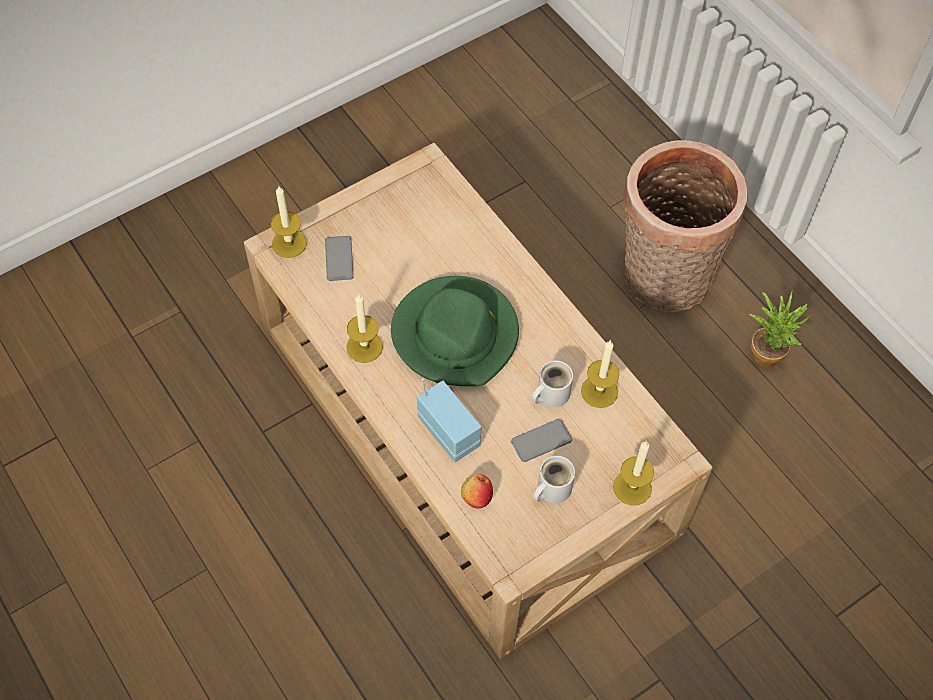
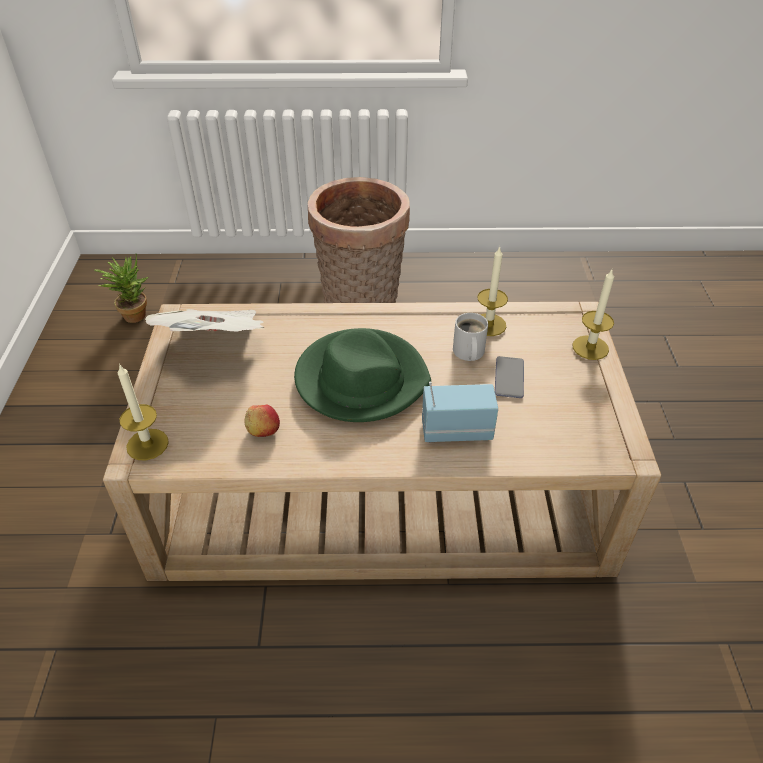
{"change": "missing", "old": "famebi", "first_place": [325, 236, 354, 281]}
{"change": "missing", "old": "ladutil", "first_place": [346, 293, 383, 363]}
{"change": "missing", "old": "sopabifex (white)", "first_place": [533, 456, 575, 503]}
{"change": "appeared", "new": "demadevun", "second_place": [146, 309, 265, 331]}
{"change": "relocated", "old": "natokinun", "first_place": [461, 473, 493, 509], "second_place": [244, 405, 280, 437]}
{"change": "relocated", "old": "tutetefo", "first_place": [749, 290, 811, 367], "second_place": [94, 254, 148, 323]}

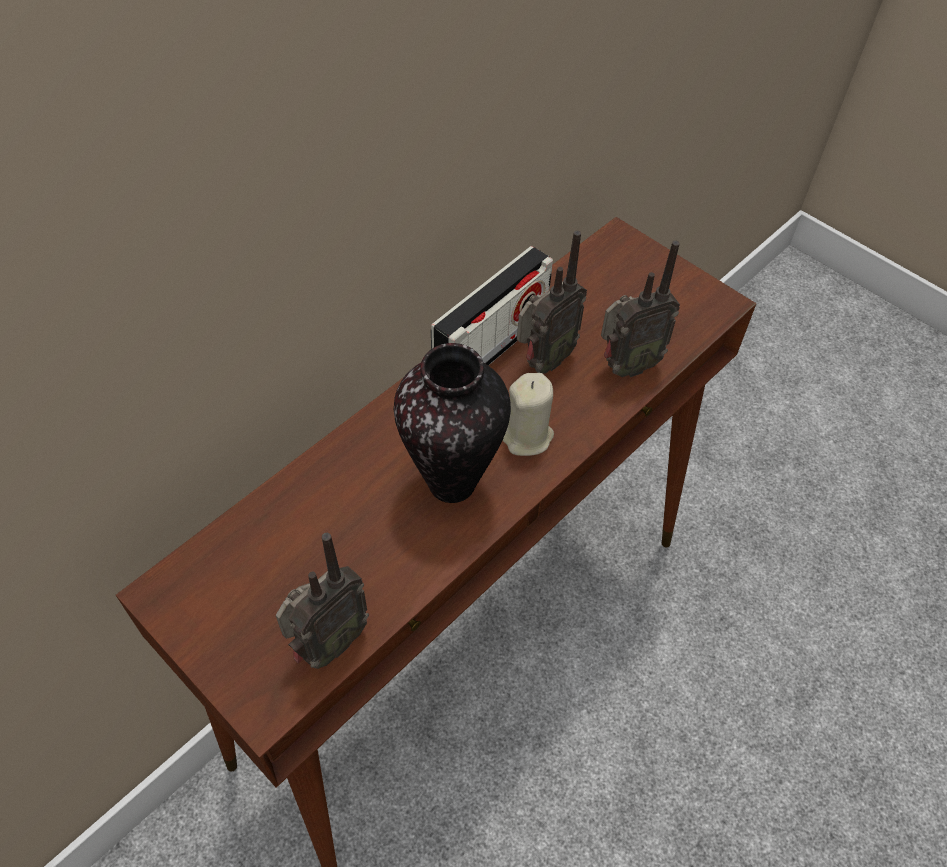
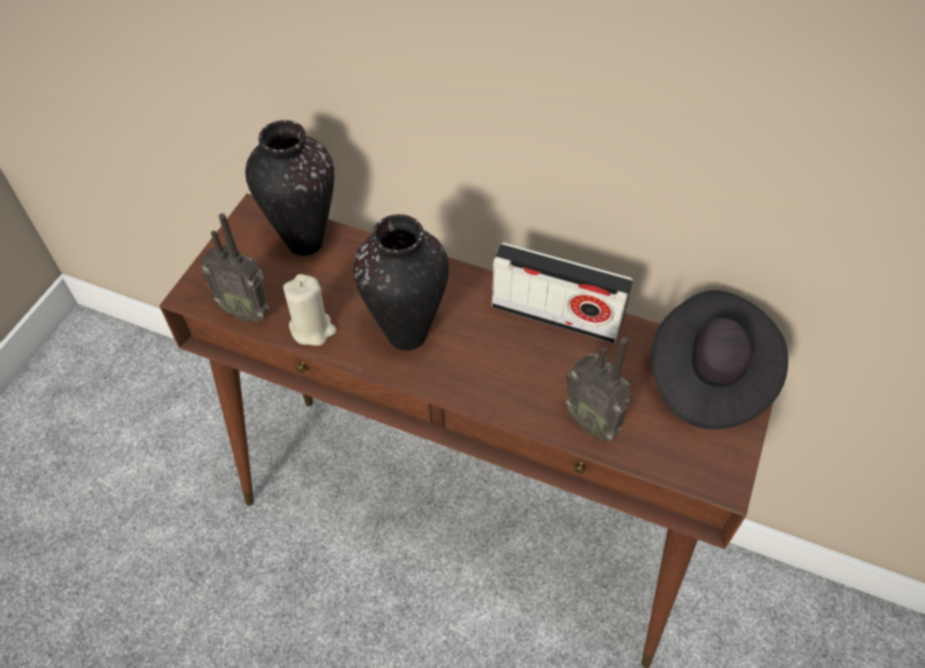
{"change": "missing", "old": "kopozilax", "first_place": [517, 231, 587, 374]}
{"change": "appeared", "new": "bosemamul", "second_place": [245, 120, 334, 256]}
{"change": "appeared", "new": "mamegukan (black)", "second_place": [651, 290, 788, 429]}
{"change": "relocated", "old": "ladutil (beige)", "first_place": [502, 373, 554, 456], "second_place": [283, 274, 336, 346]}

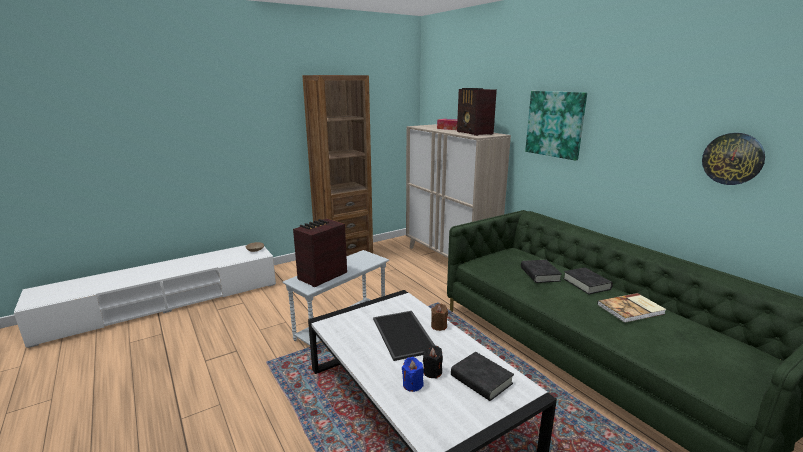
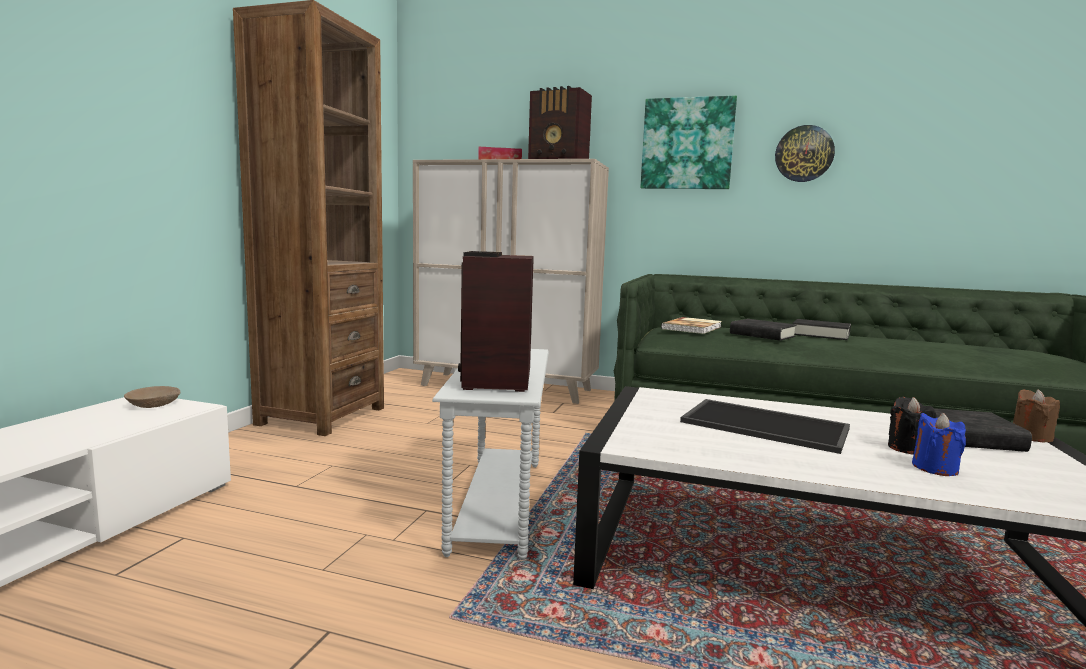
{"change": "relocated", "old": "ladutil (brown)", "first_place": [431, 304, 448, 331], "second_place": [1013, 389, 1060, 442]}
{"change": "relocated", "old": "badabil", "first_place": [597, 293, 666, 323], "second_place": [661, 317, 722, 334]}
{"change": "relocated", "old": "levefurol", "first_place": [702, 133, 765, 185], "second_place": [775, 125, 835, 182]}

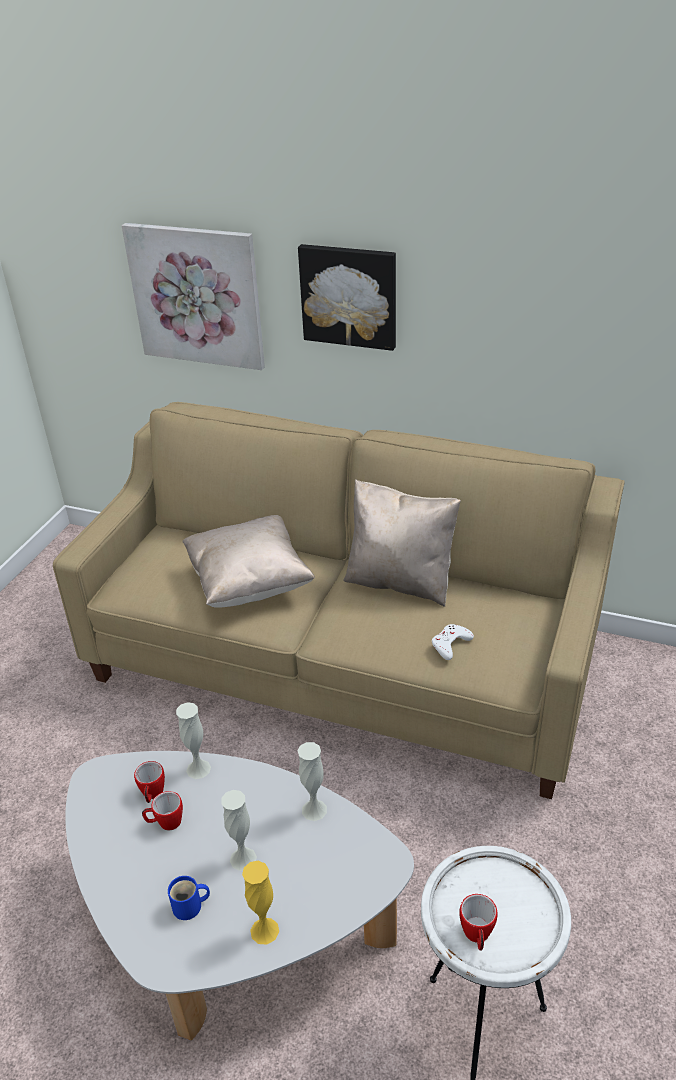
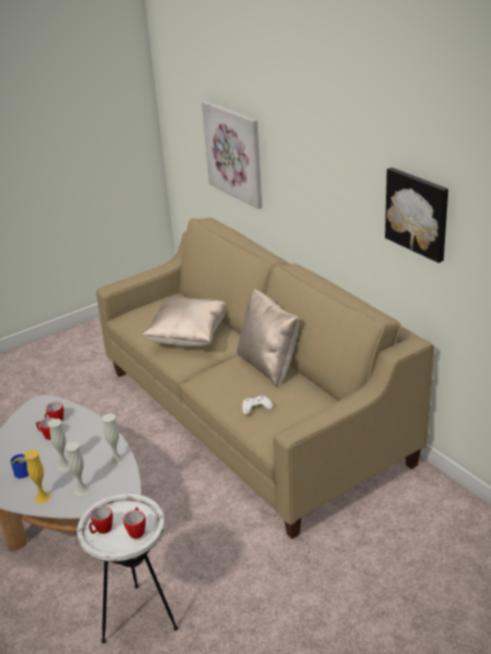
{"change": "appeared", "new": "sopabifex", "second_place": [123, 507, 146, 539]}
{"change": "relocated", "old": "bosemamul (white)", "first_place": [176, 702, 211, 779], "second_place": [65, 442, 90, 496]}
{"change": "relocated", "old": "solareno", "first_place": [298, 244, 396, 351], "second_place": [385, 167, 448, 263]}

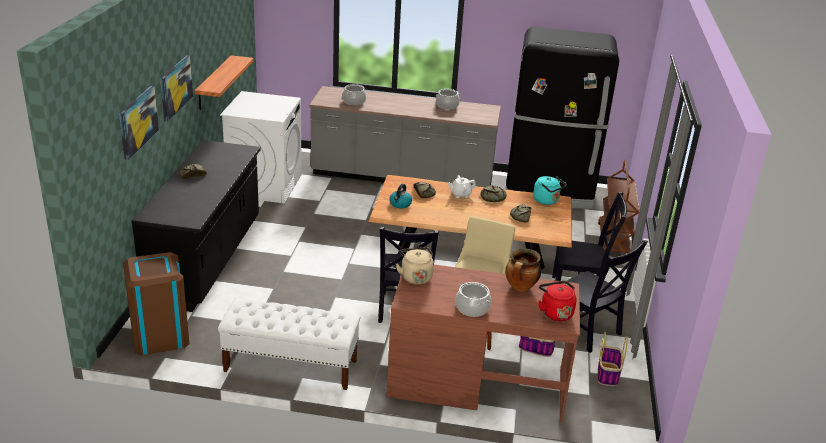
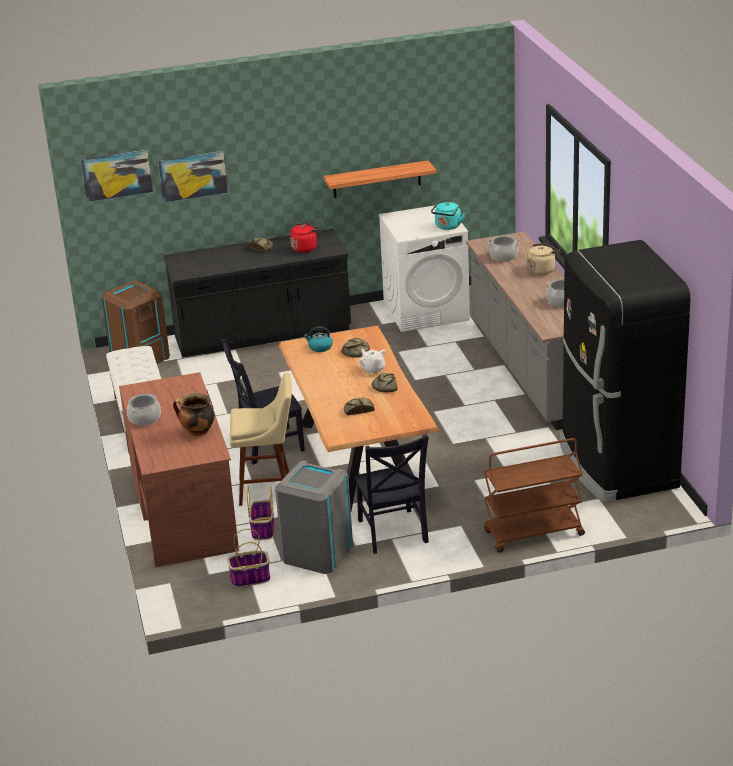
{"change": "relocated", "old": "solareno", "first_place": [160, 55, 193, 122], "second_place": [80, 150, 153, 202]}
{"change": "relocated", "old": "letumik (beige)", "first_place": [396, 247, 434, 285], "second_place": [527, 243, 561, 275]}
{"change": "relocated", "old": "letumik (turquoise)", "first_place": [533, 176, 567, 205], "second_place": [431, 202, 465, 230]}
{"change": "relocated", "old": "letumik (red)", "first_place": [539, 281, 577, 321], "second_place": [290, 223, 321, 253]}
{"change": "exchanged", "old": "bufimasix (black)", "new": "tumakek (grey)", "first_place": [567, 240, 648, 353], "second_place": [275, 461, 353, 574]}

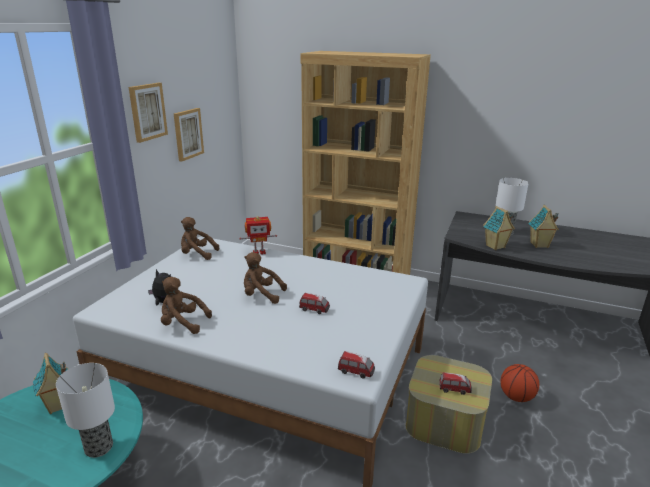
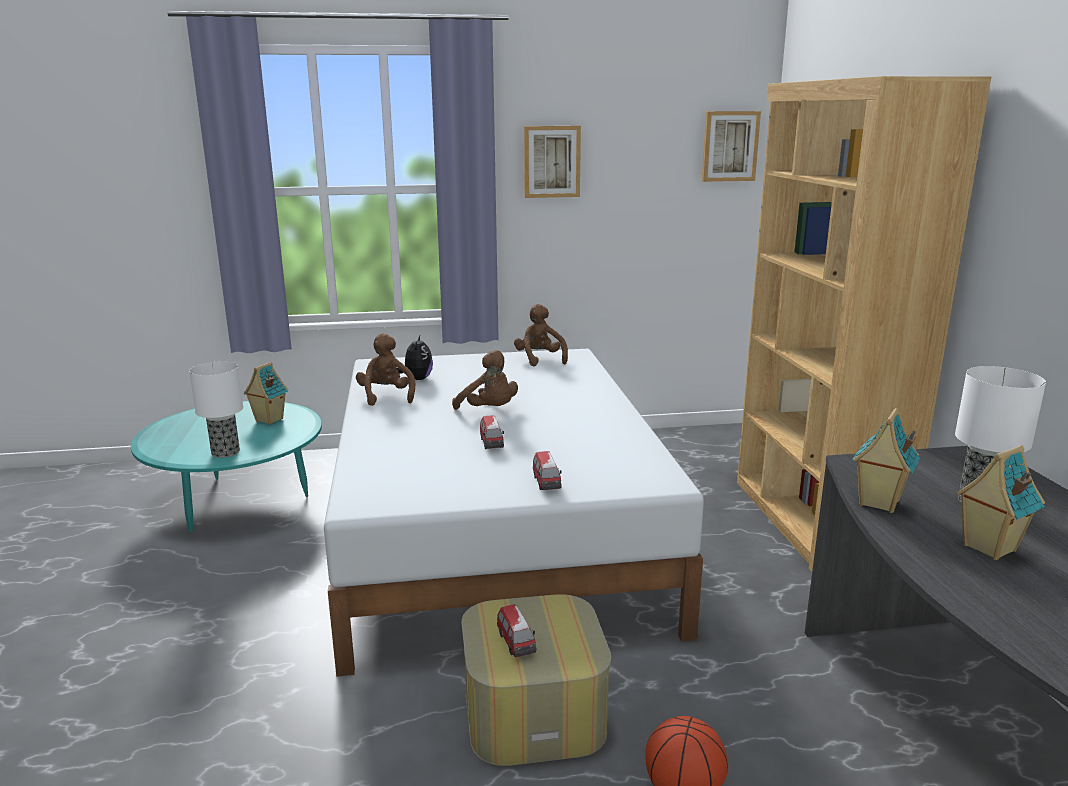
{"change": "missing", "old": "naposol", "first_place": [239, 216, 277, 254]}
{"change": "relocated", "old": "solareno", "first_place": [174, 108, 204, 162], "second_place": [702, 111, 761, 182]}
{"change": "relocated", "old": "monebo", "first_place": [338, 351, 375, 379], "second_place": [533, 451, 562, 490]}
{"change": "spun", "old": "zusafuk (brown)", "first_place": [244, 252, 287, 304], "second_place": [452, 350, 518, 410], "degrees": 150}

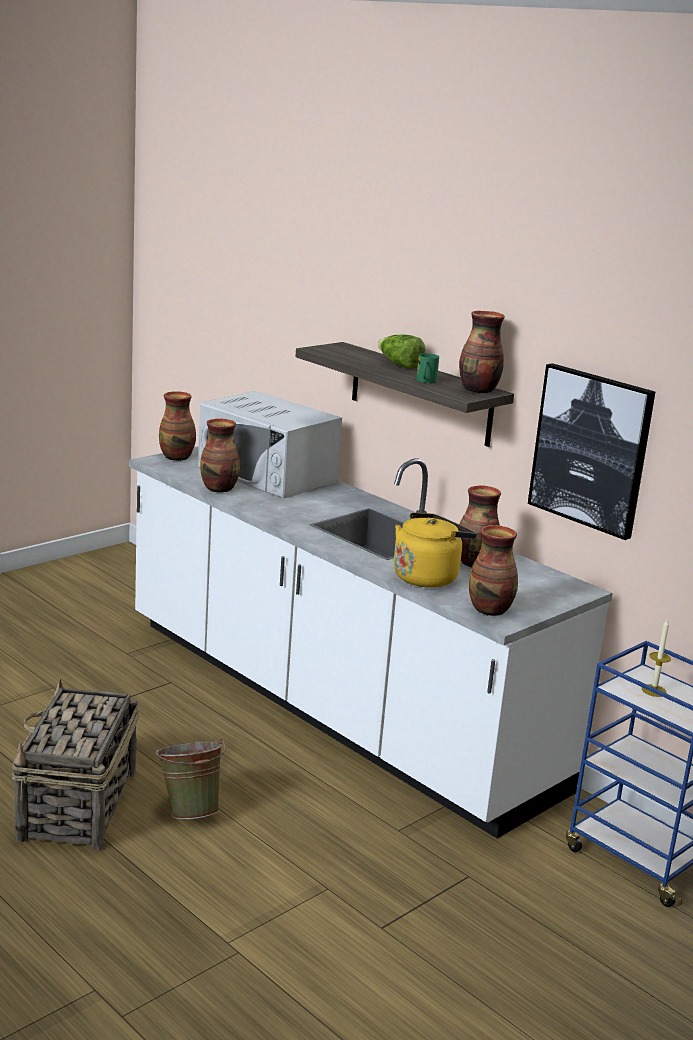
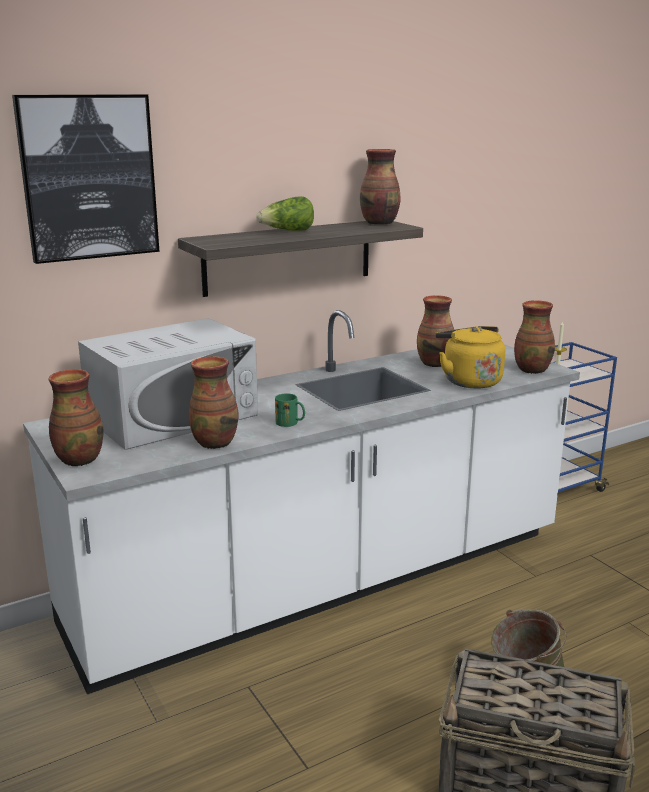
{"change": "relocated", "old": "sopabifex (green)", "first_place": [416, 353, 439, 383], "second_place": [275, 393, 305, 427]}
{"change": "relocated", "old": "solareno", "first_place": [528, 363, 655, 540], "second_place": [12, 94, 160, 264]}

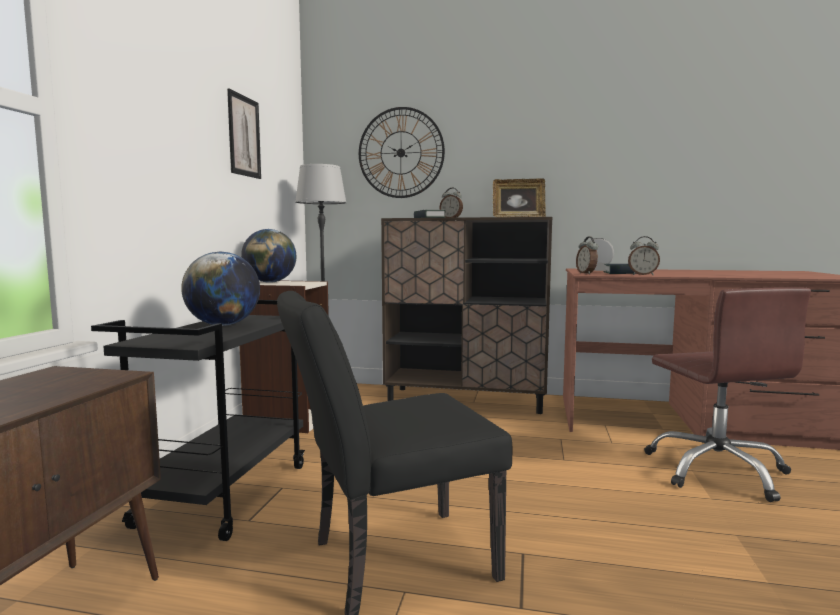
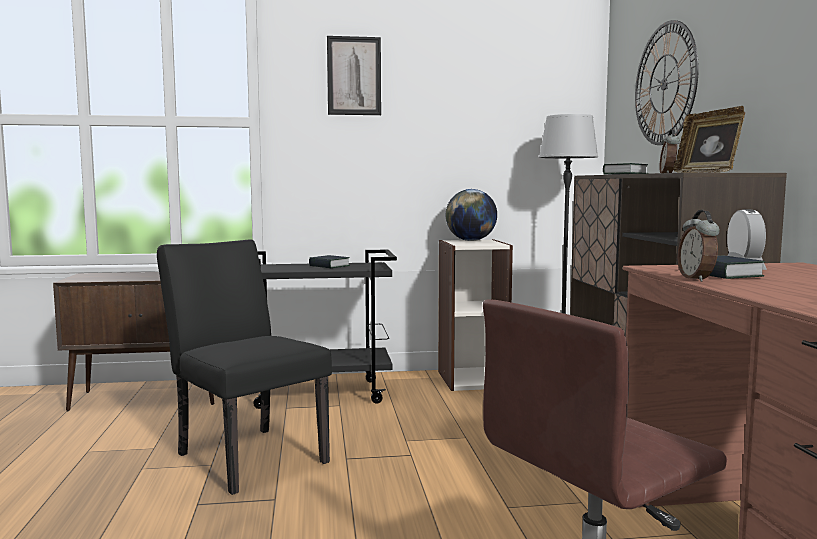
{"change": "missing", "old": "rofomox", "first_place": [576, 236, 598, 274]}
{"change": "relocated", "old": "solareno", "first_place": [227, 89, 261, 179], "second_place": [327, 36, 381, 115]}
{"change": "exchanged", "old": "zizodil", "new": "badabil", "first_place": [181, 252, 260, 326], "second_place": [309, 255, 350, 268]}

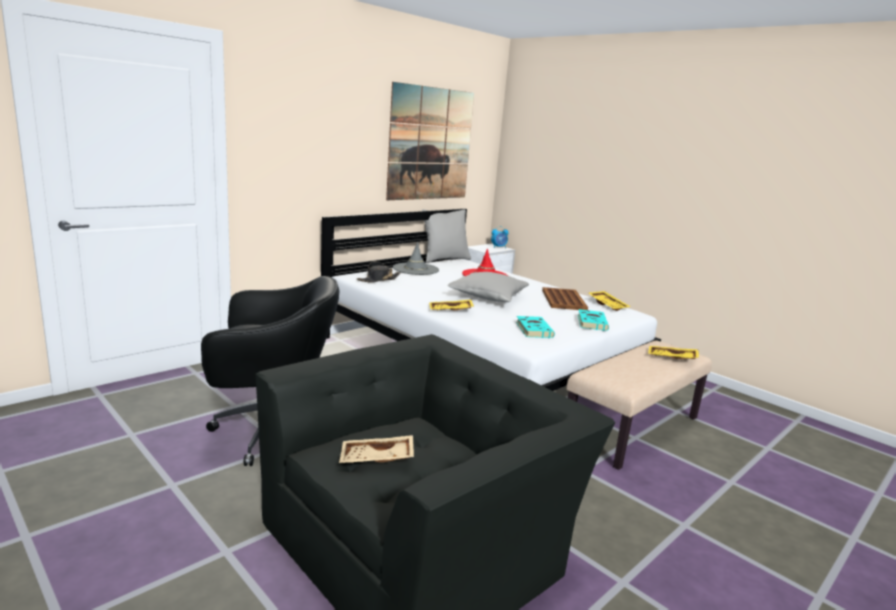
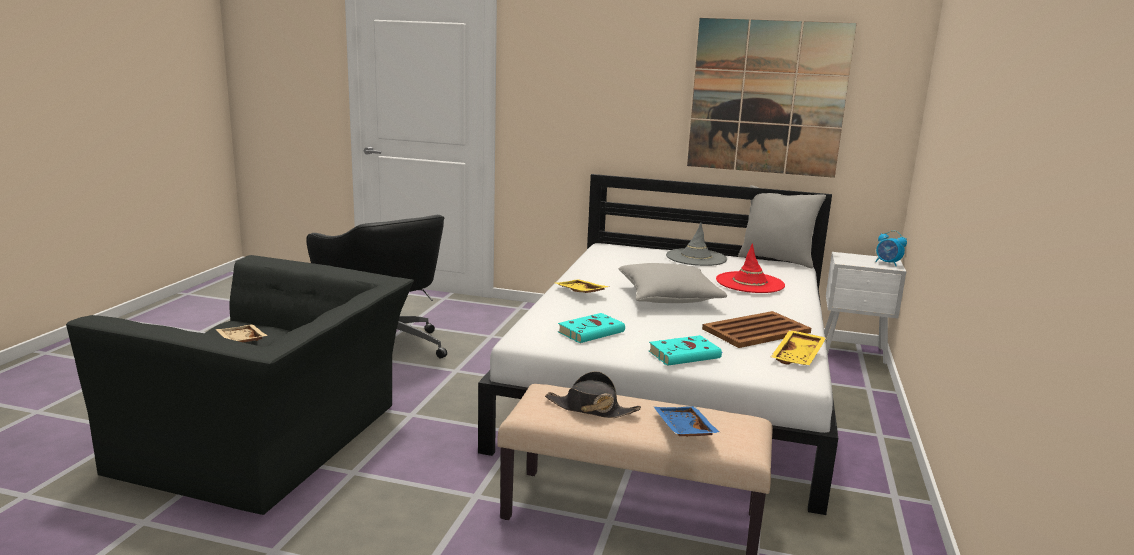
{"change": "relocated", "old": "mamegukan (black)", "first_place": [357, 261, 401, 283], "second_place": [545, 371, 641, 418]}
{"change": "colour", "old": "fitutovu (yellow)", "new": "fitutovu (blue)", "first_place": [648, 346, 699, 359], "second_place": [654, 406, 720, 437]}

